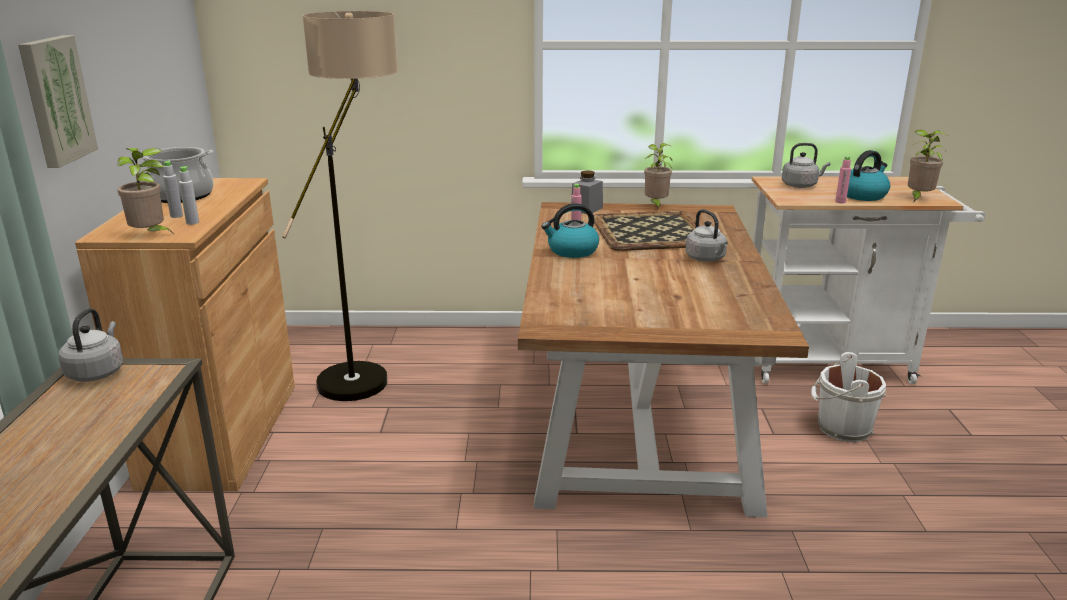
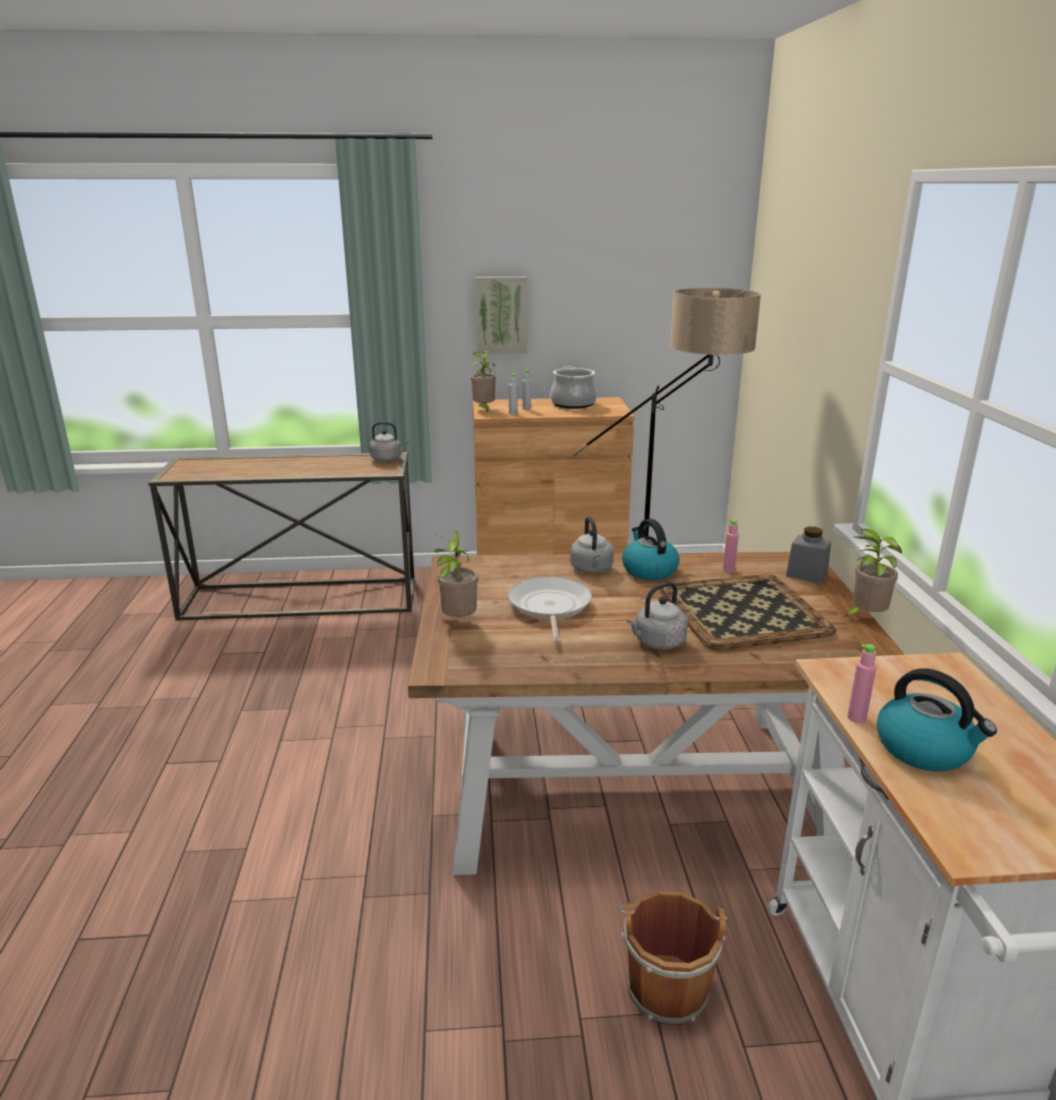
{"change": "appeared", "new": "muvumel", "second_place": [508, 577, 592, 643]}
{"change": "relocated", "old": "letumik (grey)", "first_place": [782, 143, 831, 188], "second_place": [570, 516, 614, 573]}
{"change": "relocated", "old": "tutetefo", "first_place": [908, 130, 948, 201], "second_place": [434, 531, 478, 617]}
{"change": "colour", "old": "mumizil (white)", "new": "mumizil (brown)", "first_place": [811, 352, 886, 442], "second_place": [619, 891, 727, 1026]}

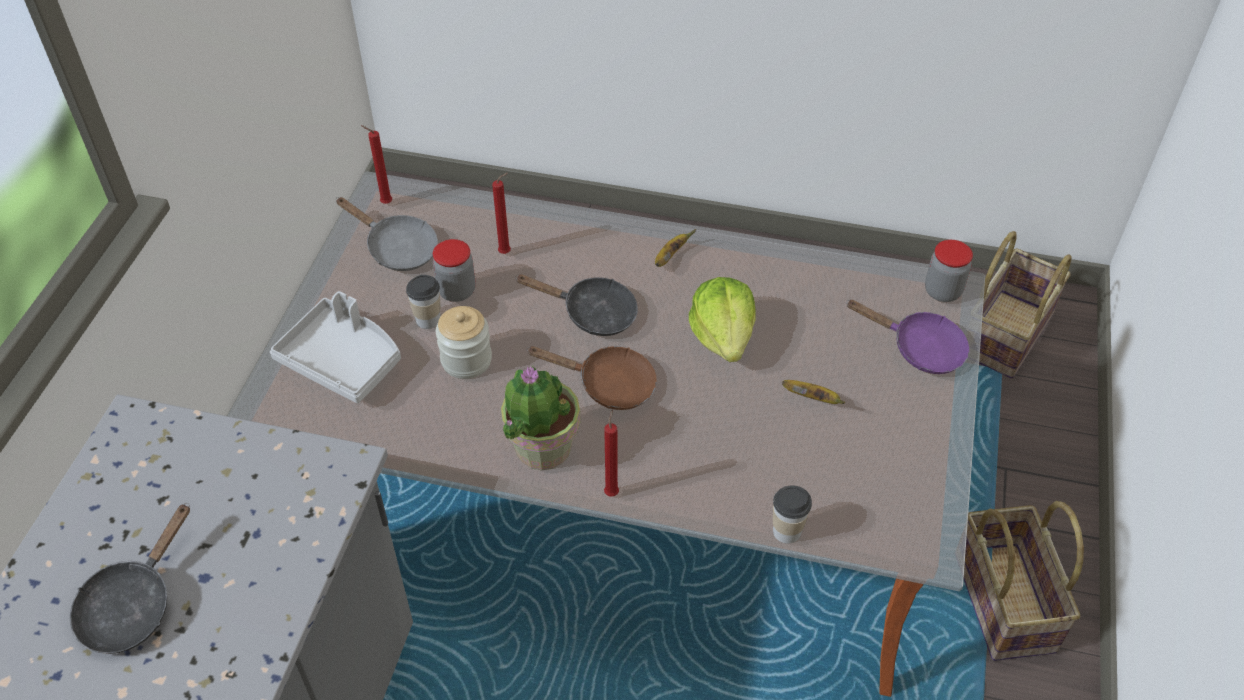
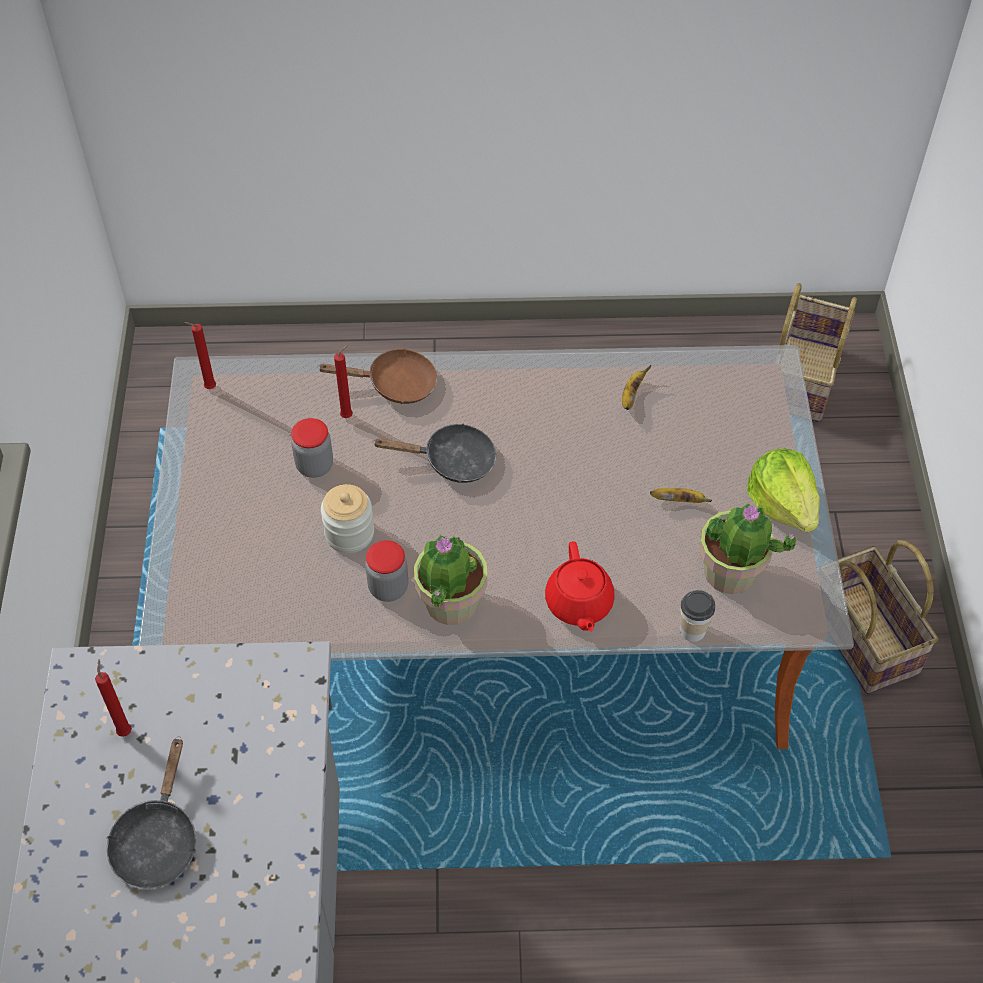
{"change": "missing", "old": "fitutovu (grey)", "first_place": [270, 291, 401, 403]}
{"change": "missing", "old": "muvumel (grey)", "first_place": [336, 197, 438, 271]}
{"change": "missing", "old": "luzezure", "first_place": [406, 275, 441, 329]}
{"change": "missing", "old": "muvumel (purple)", "first_place": [846, 300, 969, 374]}
{"change": "appeared", "new": "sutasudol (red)", "second_place": [545, 541, 615, 632]}
{"change": "appeared", "new": "tutetefo", "second_place": [699, 502, 796, 594]}
{"change": "relocated", "old": "muvumel (brown)", "first_place": [528, 346, 657, 410], "second_place": [318, 348, 437, 404]}
{"change": "relocated", "old": "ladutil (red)", "first_place": [604, 410, 619, 496], "second_place": [95, 659, 132, 737]}
{"change": "relocated", "old": "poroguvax", "first_place": [655, 229, 696, 267], "second_place": [622, 365, 651, 410]}
{"change": "relocated", "old": "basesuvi", "first_place": [689, 277, 756, 362], "second_place": [747, 449, 820, 532]}
{"change": "relocated", "old": "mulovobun", "first_place": [925, 240, 973, 302], "second_place": [365, 540, 408, 602]}

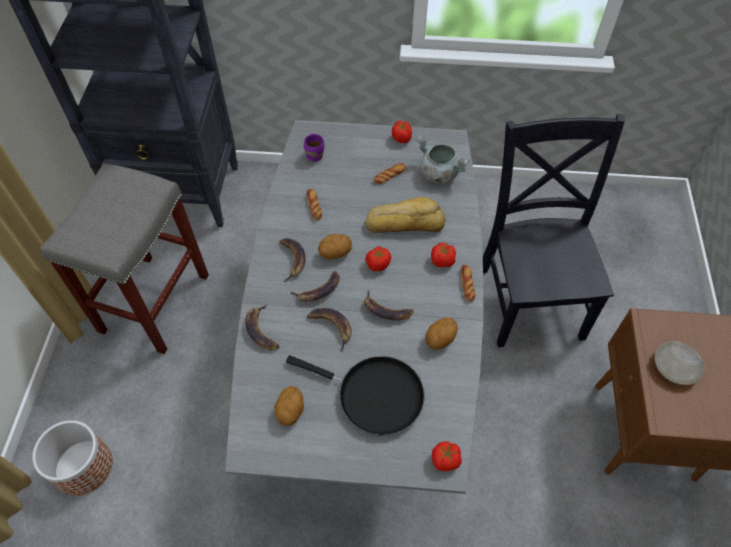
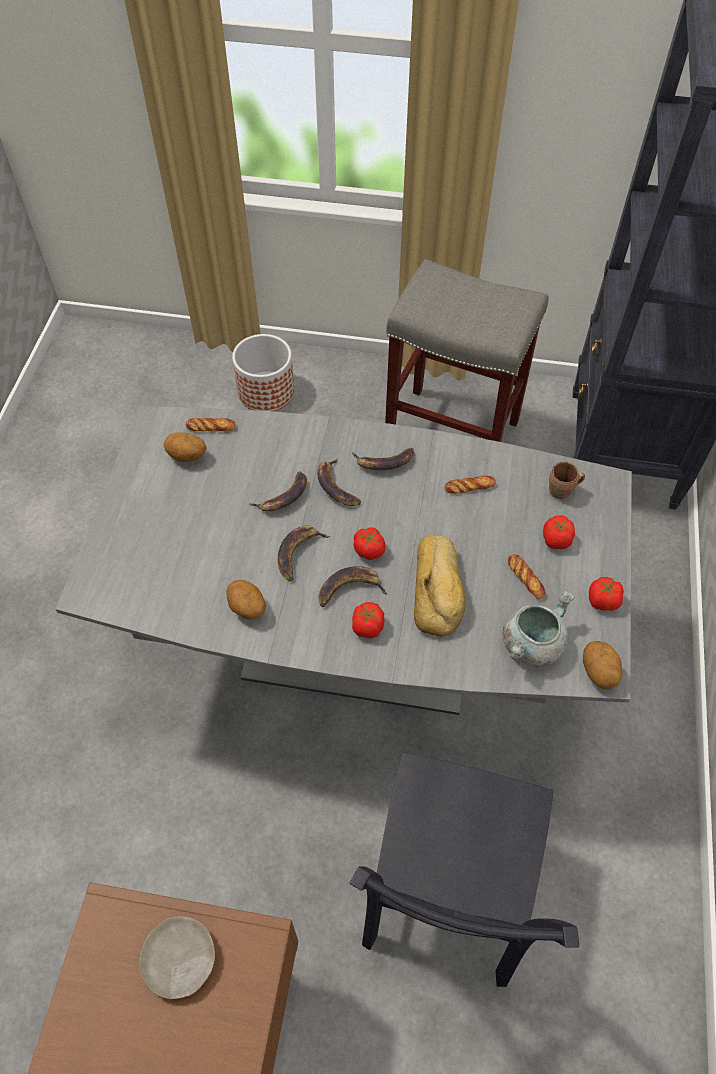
{"change": "missing", "old": "muvumel (black)", "first_place": [286, 355, 425, 436]}
{"change": "relocated", "old": "poroguvax", "first_place": [245, 304, 279, 350], "second_place": [319, 566, 387, 607]}
{"change": "relocated", "old": "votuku", "first_place": [318, 234, 352, 259], "second_place": [583, 641, 622, 689]}
{"change": "relocated", "old": "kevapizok", "first_place": [432, 442, 462, 471], "second_place": [543, 515, 575, 549]}
{"change": "relocated", "old": "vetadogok", "first_place": [461, 265, 476, 302], "second_place": [186, 418, 236, 432]}
{"change": "colour", "old": "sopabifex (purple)", "new": "sopabifex (brown)", "first_place": [304, 133, 325, 162], "second_place": [549, 462, 585, 500]}
{"change": "spun", "old": "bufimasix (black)", "first_place": [483, 114, 625, 347], "second_place": [350, 752, 579, 987], "degrees": 105}

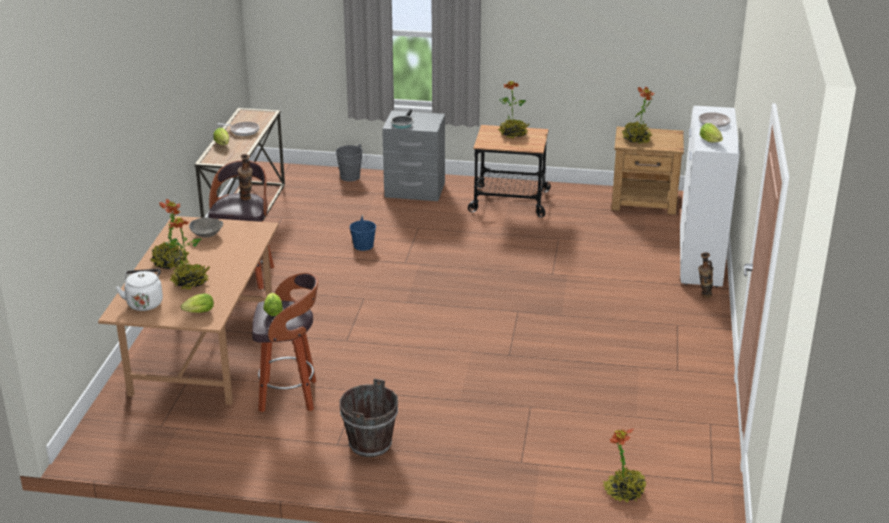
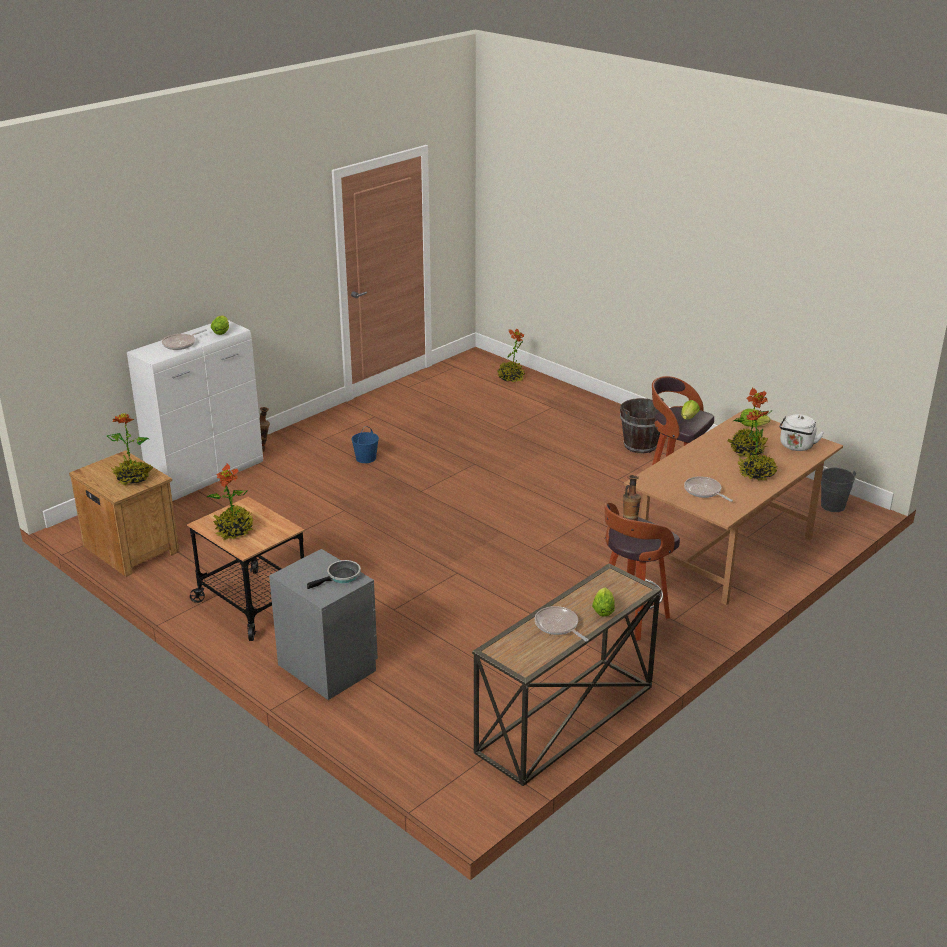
{"change": "relocated", "old": "mumizil (grey)", "first_place": [336, 144, 367, 182], "second_place": [821, 468, 856, 512]}
{"change": "relocated", "old": "mumizil (blue)", "first_place": [350, 214, 376, 251], "second_place": [351, 426, 379, 463]}
{"change": "exchanged", "old": "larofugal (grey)", "new": "muvumel", "first_place": [189, 218, 223, 238], "second_place": [684, 476, 733, 502]}

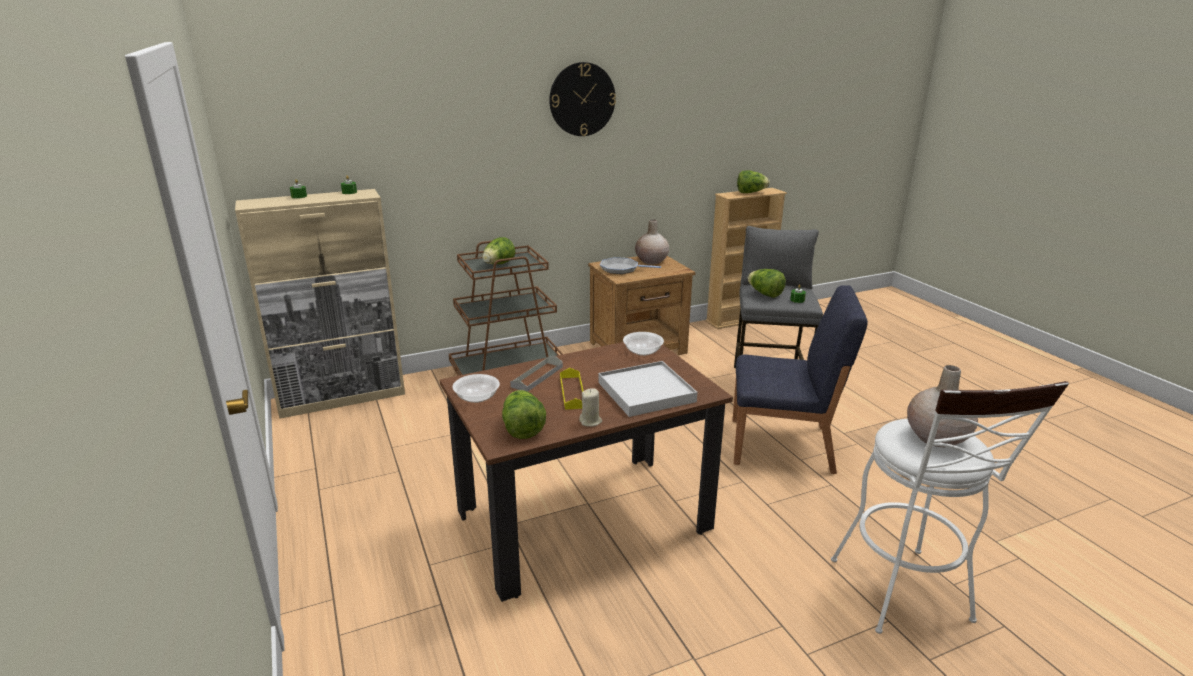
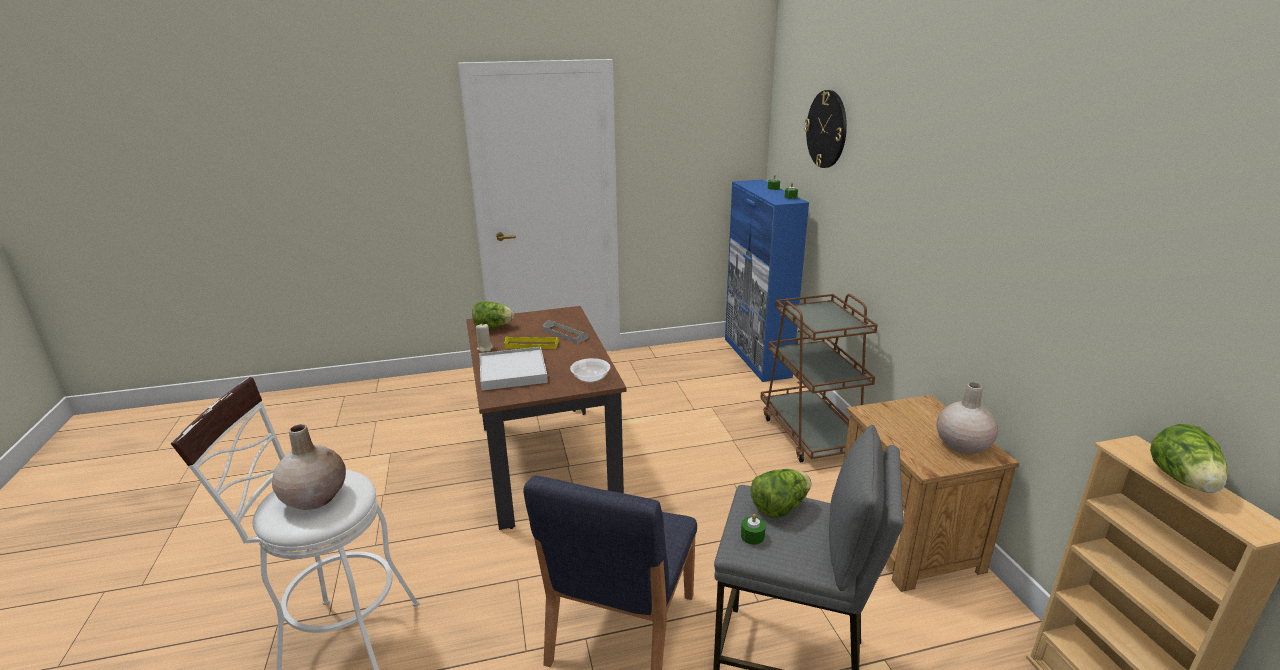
{"change": "missing", "old": "larofugal", "first_place": [452, 374, 500, 403]}
{"change": "missing", "old": "basesuvi", "first_place": [482, 237, 515, 264]}
{"change": "missing", "old": "muvumel", "first_place": [600, 257, 661, 274]}
{"change": "relocated", "old": "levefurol", "first_place": [549, 62, 616, 136], "second_place": [804, 90, 847, 168]}
{"change": "colour", "old": "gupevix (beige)", "new": "gupevix (blue)", "first_place": [235, 189, 405, 419], "second_place": [725, 179, 809, 382]}

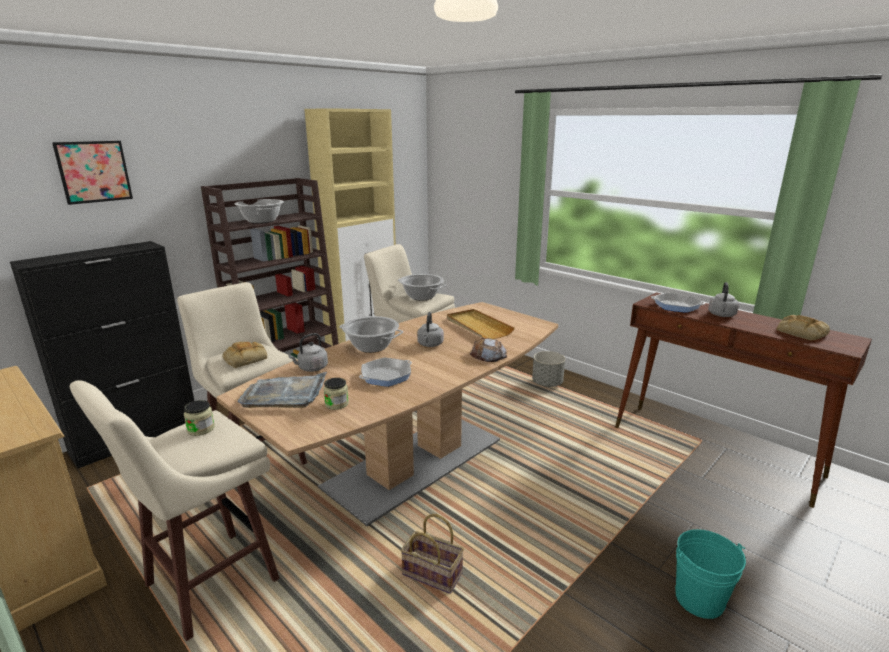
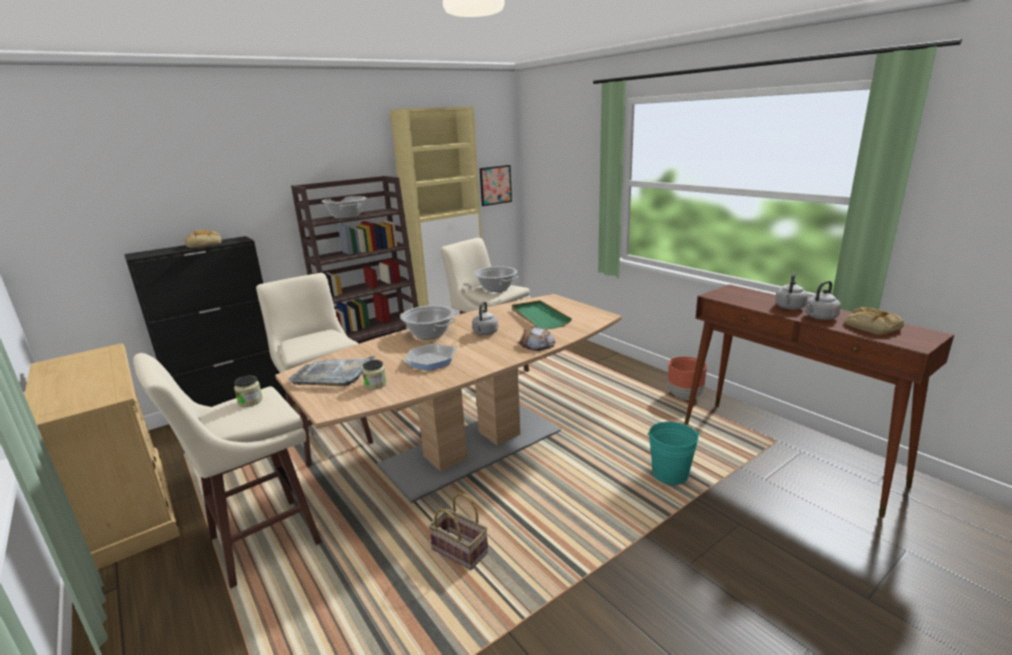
{"change": "missing", "old": "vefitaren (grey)", "first_place": [532, 351, 565, 387]}
{"change": "missing", "old": "muvumel", "first_place": [651, 293, 705, 313]}
{"change": "appeared", "new": "vefitaren (brown)", "second_place": [668, 357, 707, 400]}
{"change": "relocated", "old": "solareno", "first_place": [52, 141, 133, 205], "second_place": [480, 165, 512, 206]}
{"change": "relocated", "old": "vetadogok", "first_place": [222, 342, 267, 368], "second_place": [184, 230, 222, 248]}
{"change": "relocated", "old": "letumik (grey)", "first_place": [289, 333, 328, 372], "second_place": [805, 281, 841, 320]}
{"change": "relocated", "old": "mumizil (turquoise)", "first_place": [675, 529, 746, 619], "second_place": [647, 422, 702, 485]}
{"change": "colour", "old": "fitutovu (beige)", "new": "fitutovu (green)", "first_place": [447, 309, 515, 339], "second_place": [512, 300, 572, 329]}

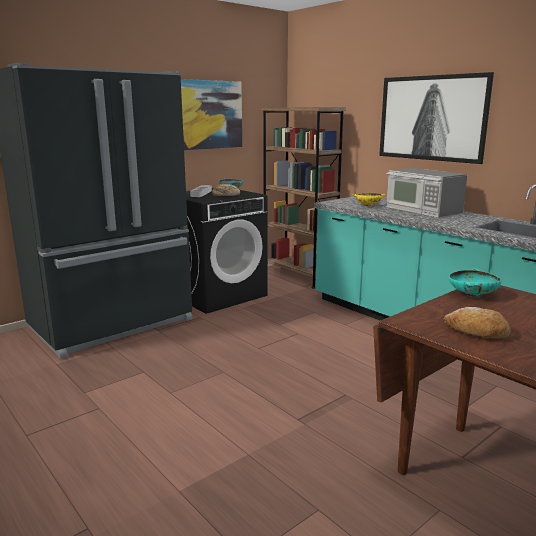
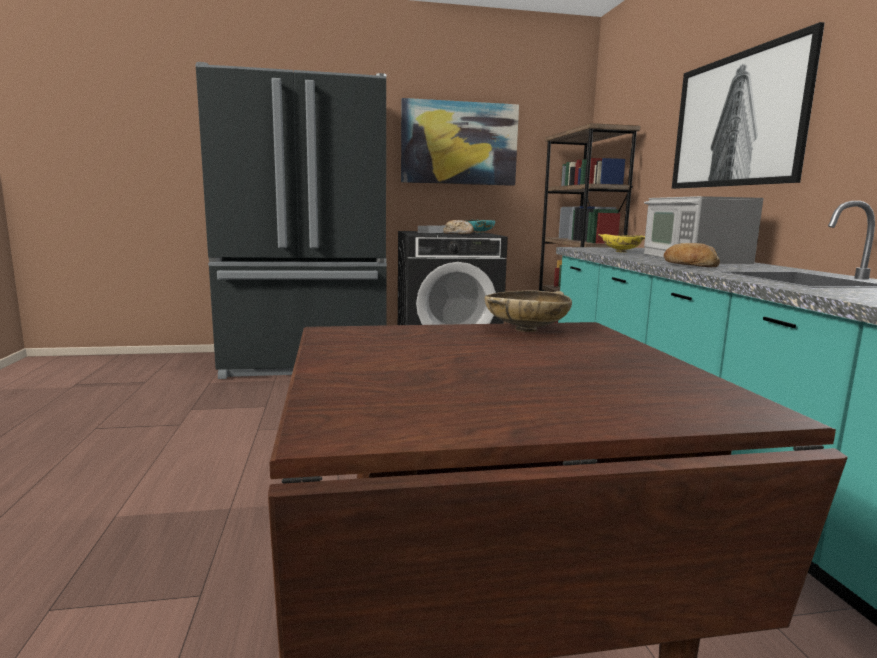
{"change": "relocated", "old": "vetadogok", "first_place": [444, 307, 510, 339], "second_place": [664, 243, 720, 267]}
{"change": "colour", "old": "larofugal (turquoise)", "new": "larofugal (beige)", "first_place": [449, 268, 501, 297], "second_place": [485, 290, 572, 332]}

